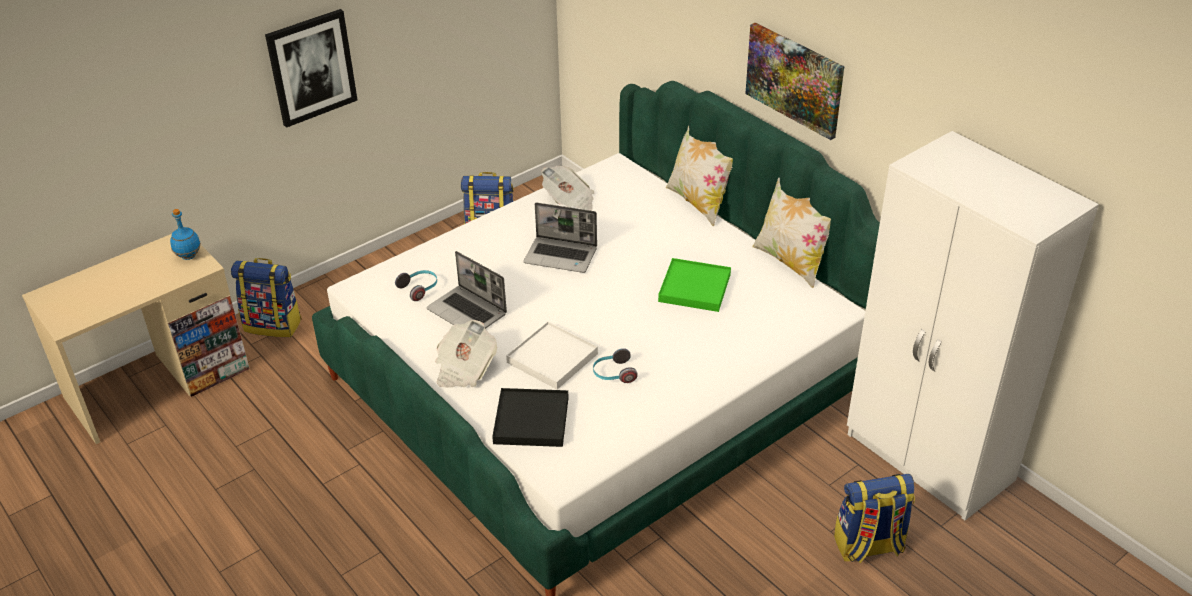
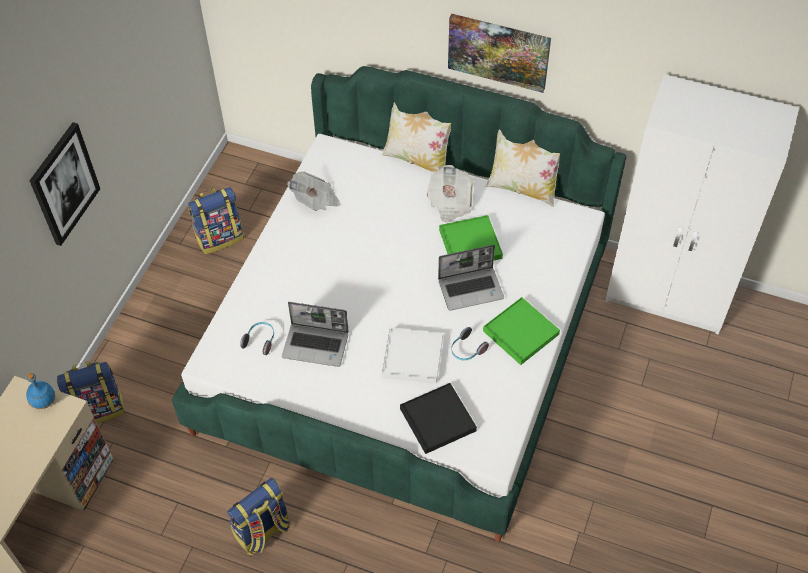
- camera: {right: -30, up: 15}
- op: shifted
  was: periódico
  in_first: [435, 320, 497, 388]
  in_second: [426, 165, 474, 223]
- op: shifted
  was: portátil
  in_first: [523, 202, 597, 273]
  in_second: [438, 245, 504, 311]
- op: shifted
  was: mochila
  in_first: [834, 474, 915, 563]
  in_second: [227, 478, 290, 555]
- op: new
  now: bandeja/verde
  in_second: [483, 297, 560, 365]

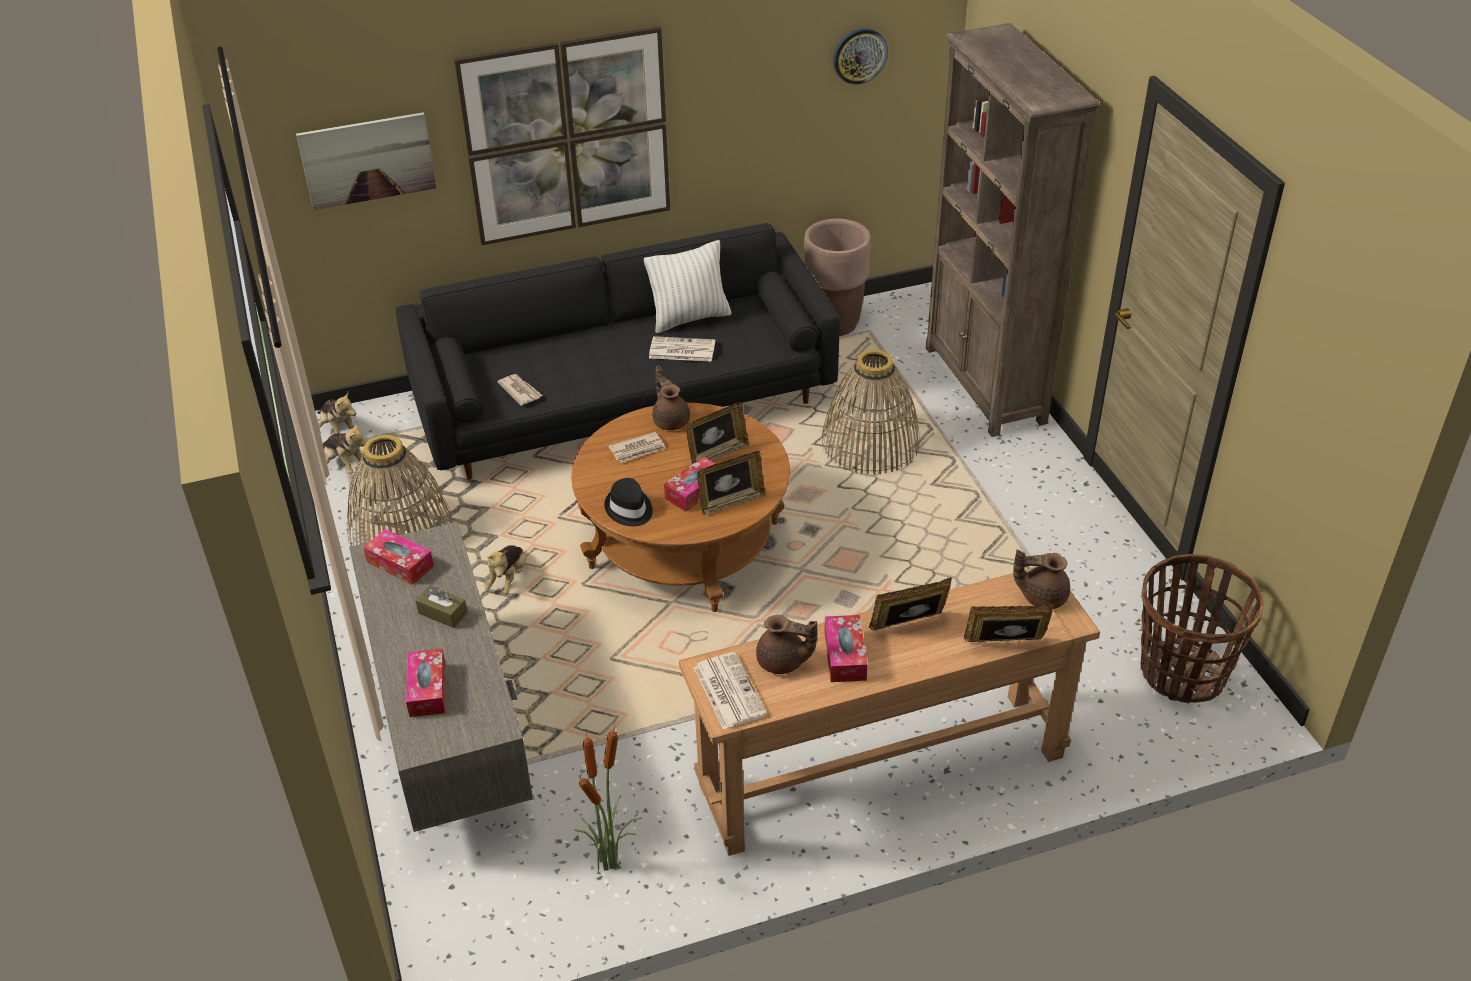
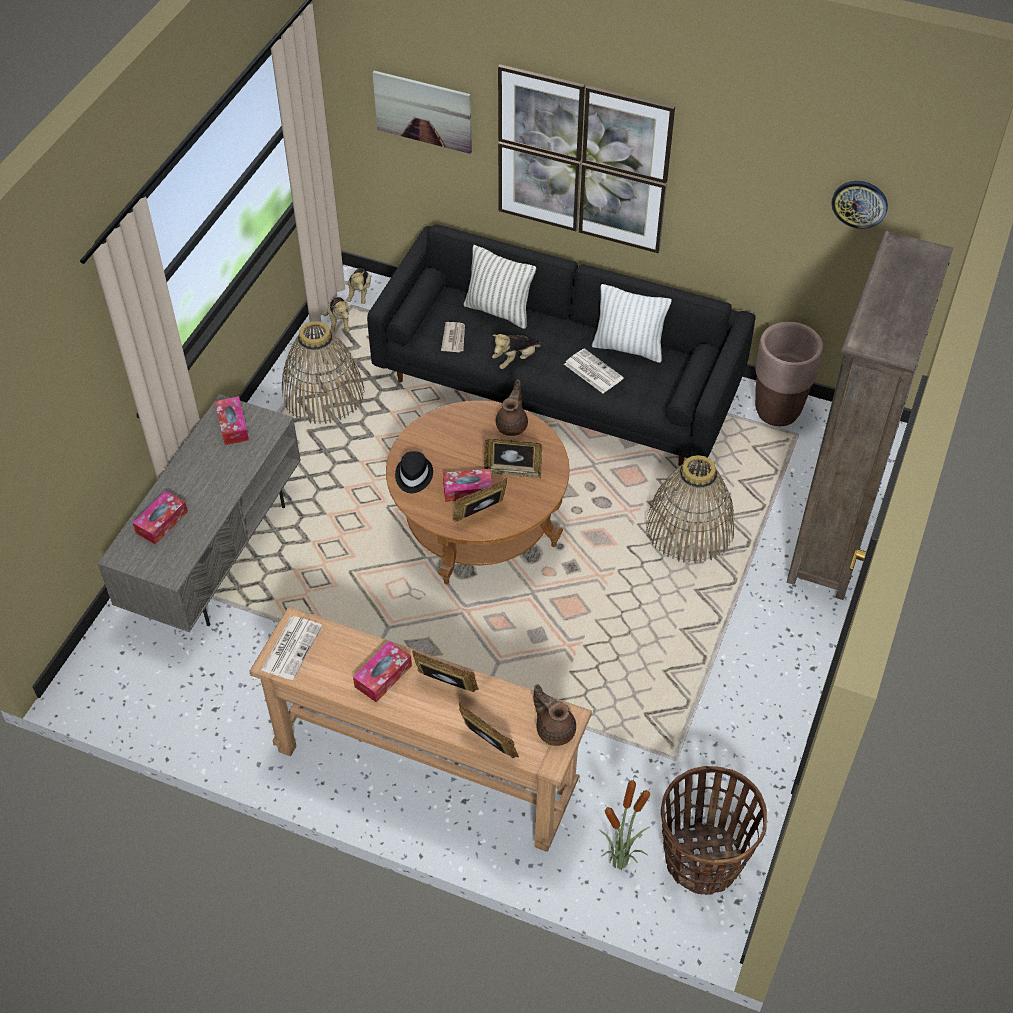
- camera: {right: 40, up: 10}
- op: gone
  was: caja de pañuelos/marrón
  in_first: [416, 586, 467, 628]
- op: shifted
  was: peluche
  in_first: [485, 545, 526, 595]
  in_second: [492, 334, 543, 369]
- op: shifted
  was: planta en maceta
  in_first: [574, 725, 642, 871]
  in_second: [599, 774, 650, 870]
- op: gone
  was: periódico
  in_first: [608, 432, 667, 463]
- op: rotated
  was: portarretratos
  in_first: [697, 451, 766, 516]
  in_second: [453, 478, 507, 522]
  clockwise: 135
- op: gone
  was: tetera/marrón
  in_first: [756, 615, 817, 674]
- op: new
  now: cojín
  in_second: [463, 245, 536, 329]

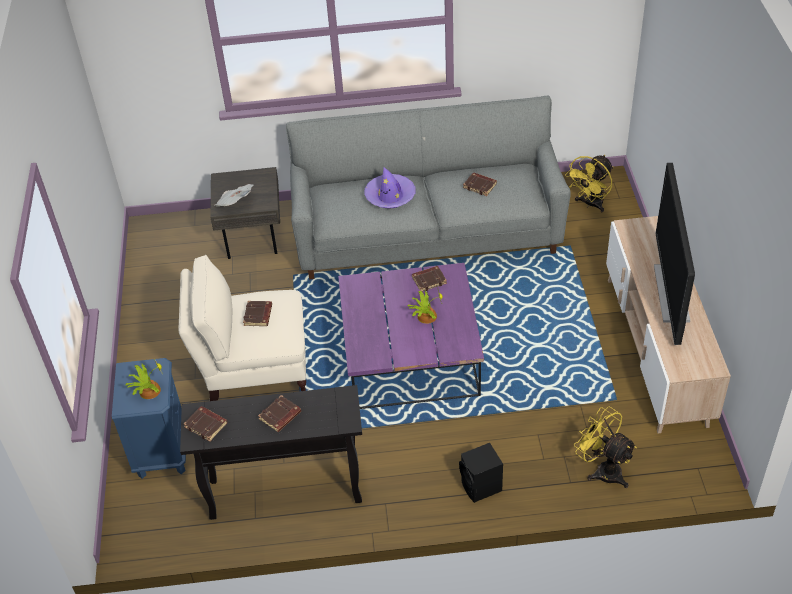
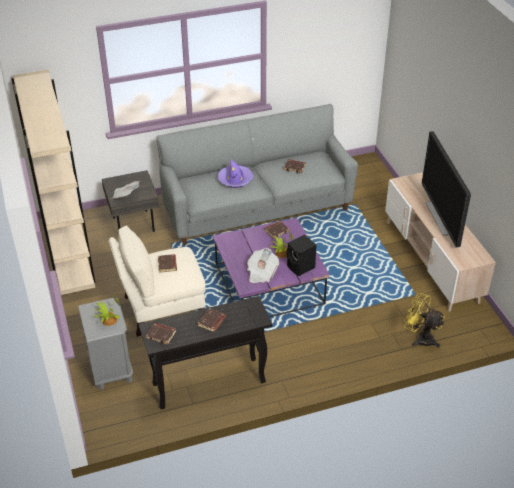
- camera: {right: -15, up: -5}
- op: repainted
  was: mesita de noche/azul
  now: mesita de noche/gris
  in_first: [112, 358, 186, 479]
  in_second: [78, 298, 133, 390]
- op: shifted
  was: altavoz/negro
  in_first: [459, 443, 503, 503]
  in_second: [286, 235, 316, 276]
- op: gone
  was: ventilador/amarillo
  in_first: [565, 155, 613, 212]
- op: new
  now: estantería/beis
  in_second: [11, 69, 95, 295]
- op: new
  now: periódico
  in_second: [247, 248, 279, 283]

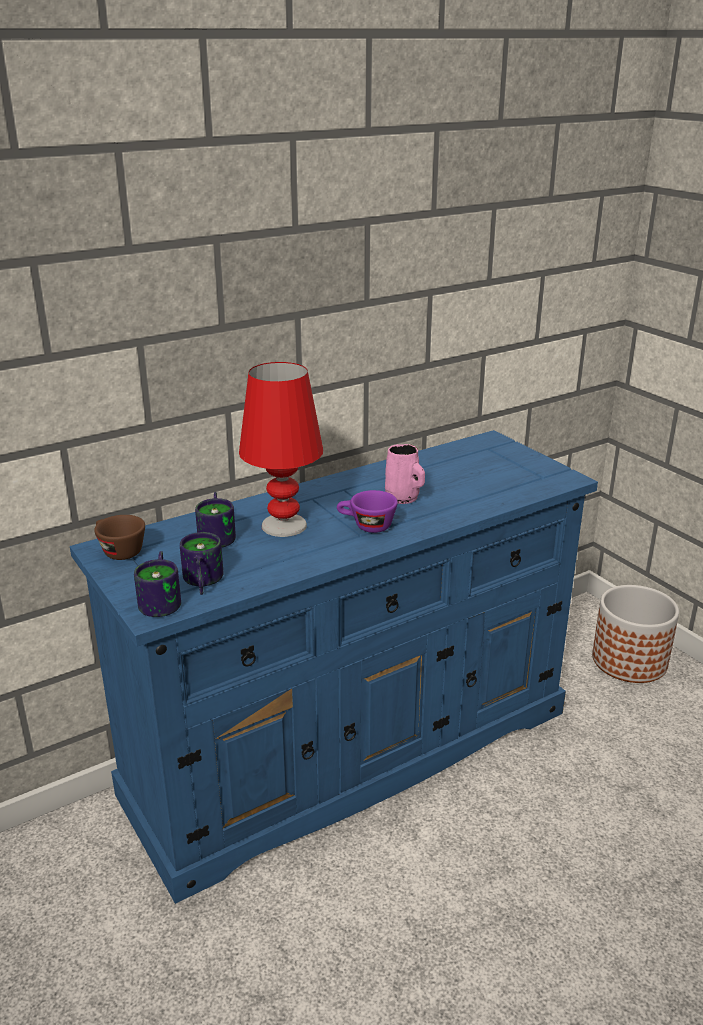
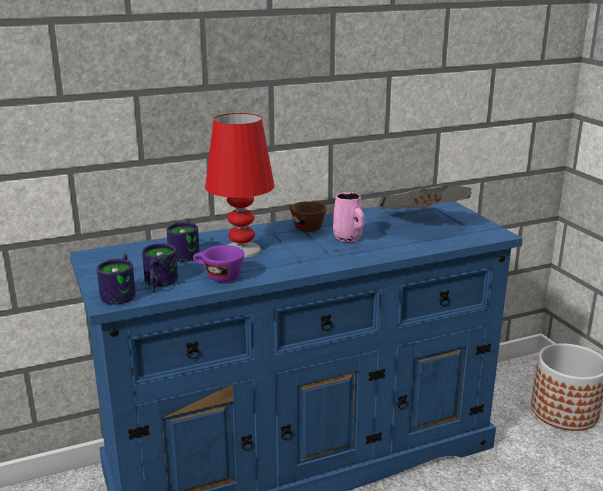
- camera: {right: 10, up: -5}
- op: shifted
  was: taza/marrón
  in_first: [94, 515, 145, 560]
  in_second: [289, 201, 326, 232]
- op: shifted
  was: taza/morado
  in_first: [337, 490, 398, 533]
  in_second: [193, 245, 244, 282]
- op: new
  now: periódico
  in_second: [378, 185, 472, 209]

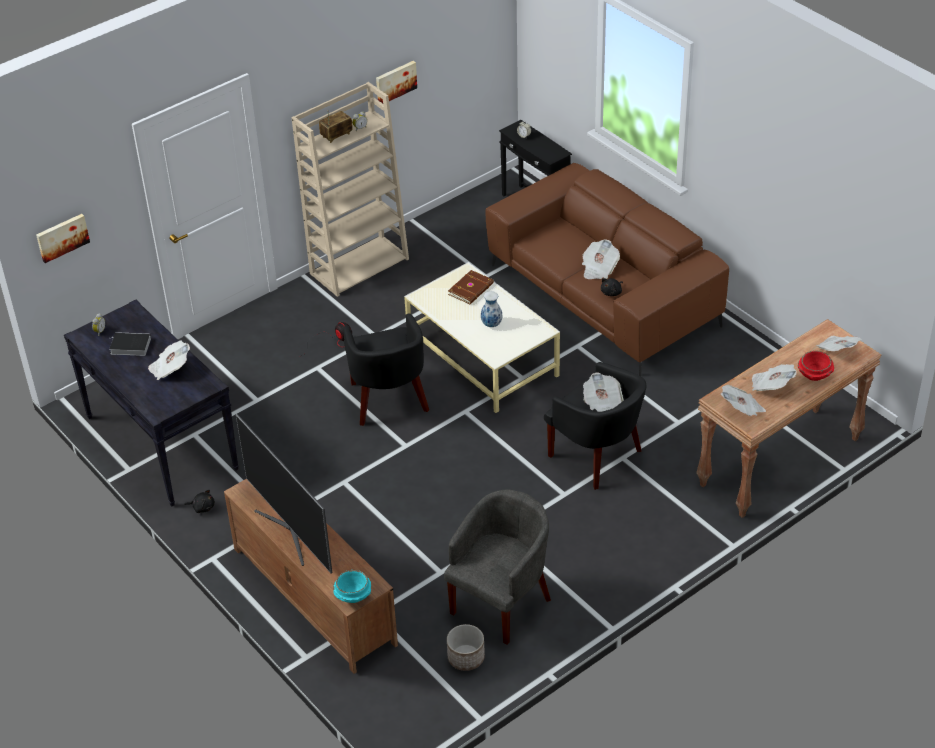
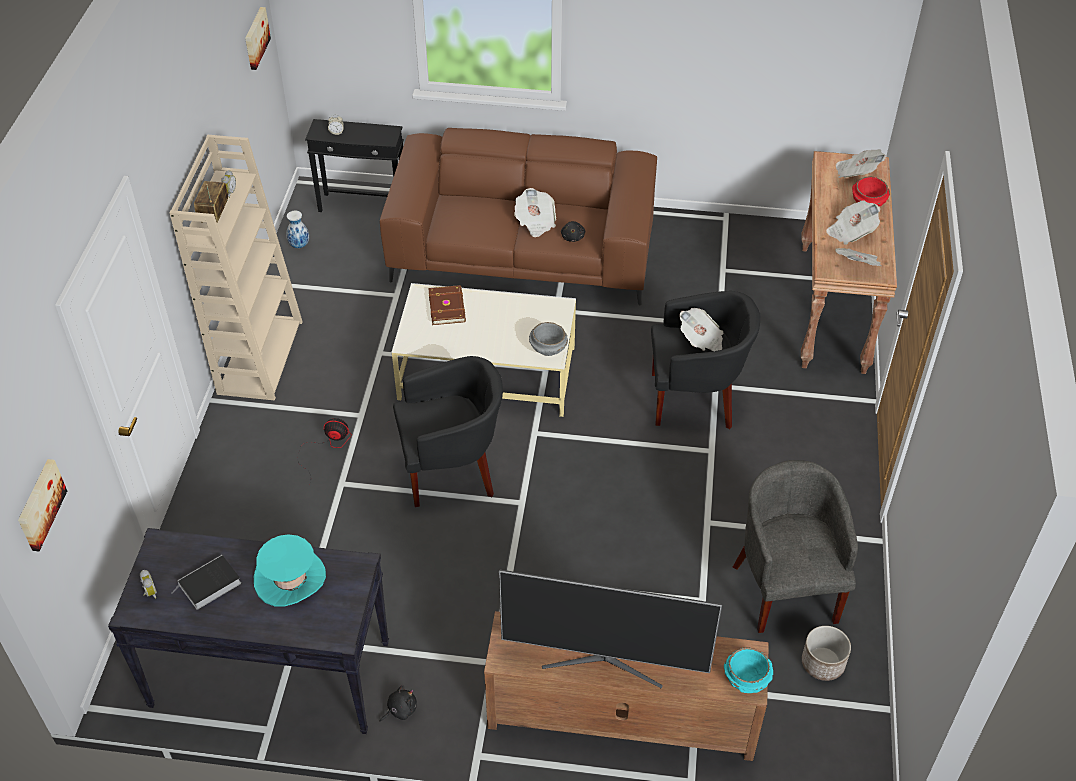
- camera: {right: -45, up: 5}
- op: swapped
  was: periódico
  now: sombrero/turquesa
  in_first: [148, 340, 190, 380]
  in_second: [254, 534, 326, 606]
- op: rotated
  was: sillón/negro
  in_first: [344, 313, 429, 426]
  in_second: [393, 356, 503, 507]
  clockwise: -45
- op: shifted
  was: cuadro
  in_first: [376, 61, 417, 103]
  in_second: [245, 7, 271, 70]
- op: shifted
  was: florero
  in_first: [481, 291, 502, 327]
  in_second: [286, 211, 309, 248]
- op: new
  now: cuenco/gris
  in_second: [529, 322, 568, 356]

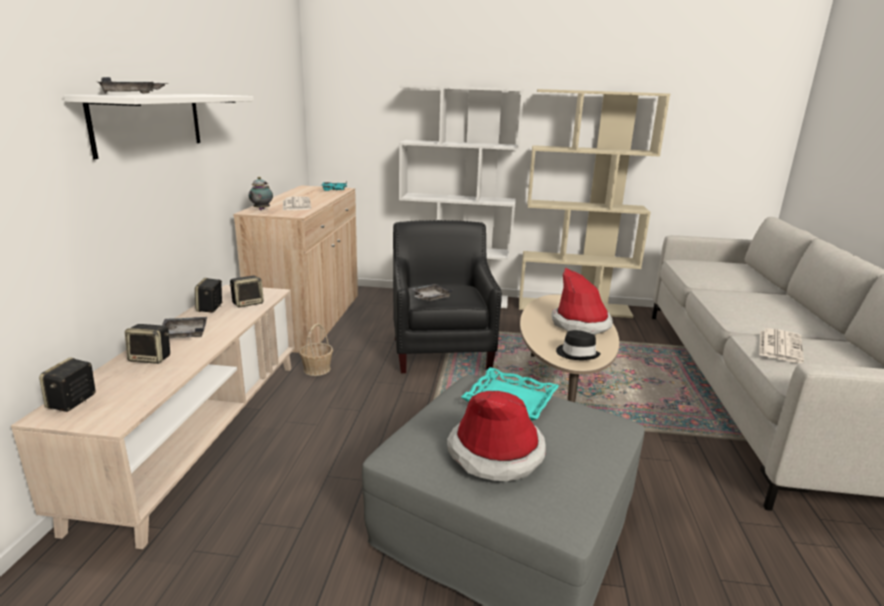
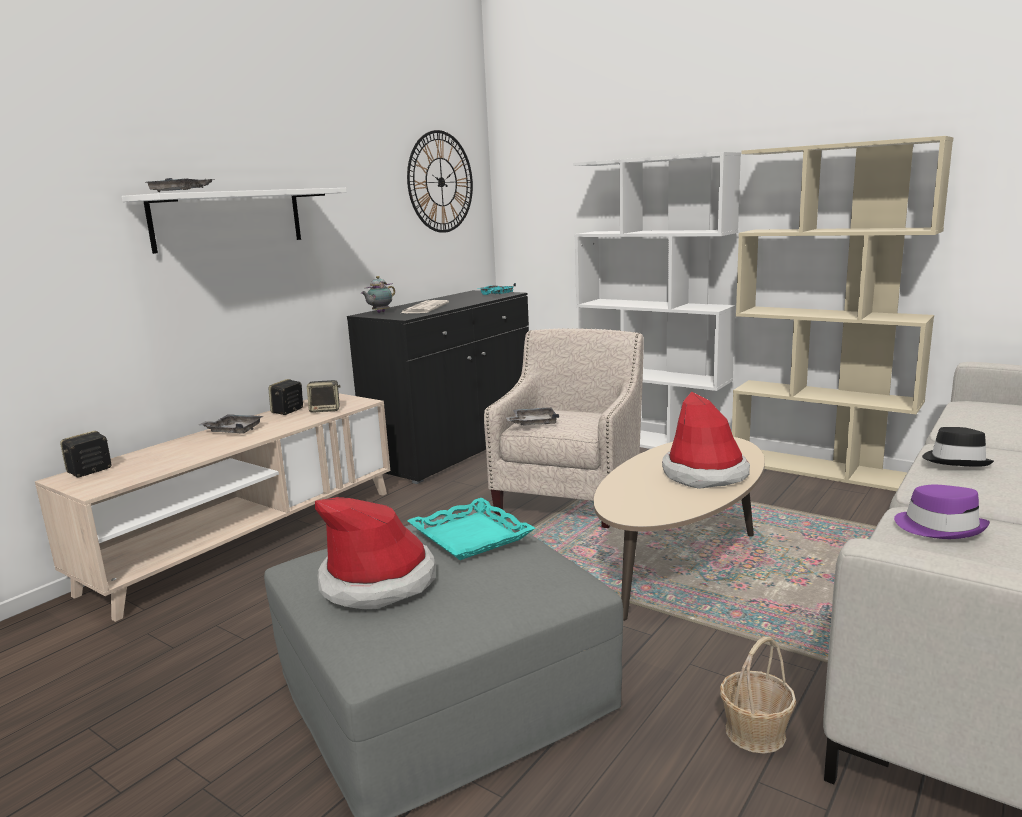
- camera: {right: 30, up: -5}
- op: gone
  was: altavoz
  in_first: [125, 324, 170, 364]
- op: repainted
  was: armario/beis
  now: armario/negro
  in_first: [233, 185, 358, 353]
  in_second: [347, 290, 529, 484]
- op: shifted
  was: cesta
  in_first: [299, 323, 333, 376]
  in_second: [720, 636, 796, 754]
- op: repainted
  was: sillón/negro
  now: sillón/beis
  in_first: [393, 220, 502, 373]
  in_second: [484, 328, 644, 528]
- op: shifted
  was: sombrero/negro
  in_first: [556, 330, 601, 360]
  in_second: [922, 427, 994, 467]
- op: swapped
  was: periódico
  now: sombrero/morado
  in_first: [759, 328, 804, 363]
  in_second: [894, 485, 990, 539]
- op: new
  now: reloj de pared
  in_second: [407, 130, 473, 233]

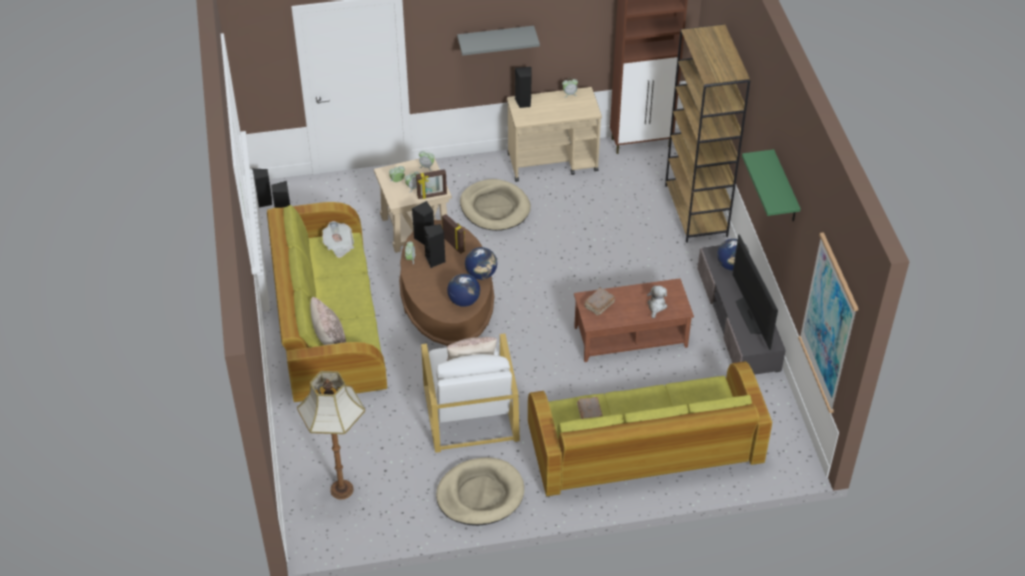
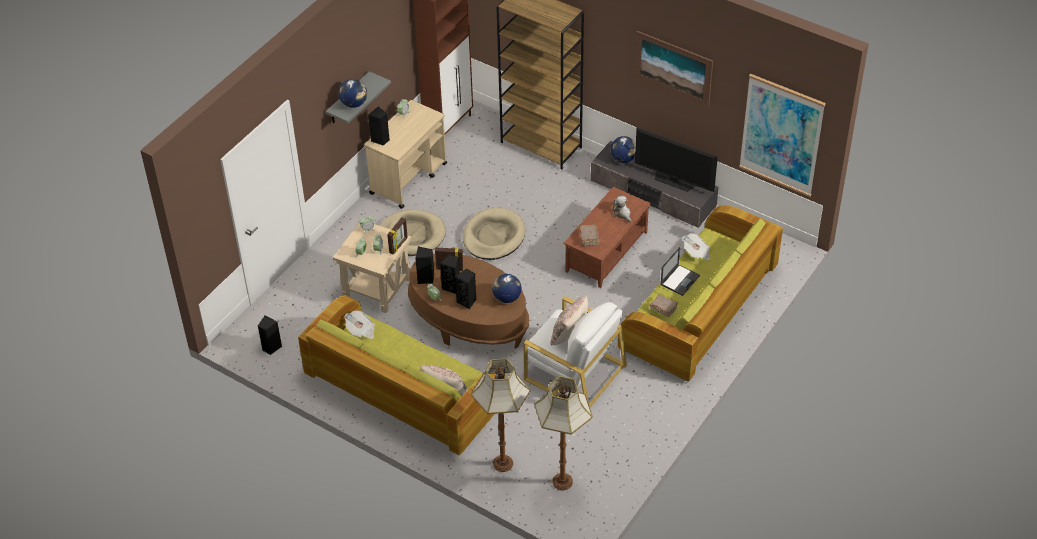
- camera: {right: -45, up: 0}
- op: shifted
  was: altavoz/negro
  in_first: [252, 168, 272, 208]
  in_second: [455, 269, 477, 309]
- op: shifted
  was: cama para perro/beis
  in_first: [436, 458, 524, 526]
  in_second: [463, 208, 525, 260]
- op: shifted
  was: globo terráqueo
  in_first: [465, 247, 497, 280]
  in_second: [338, 79, 367, 108]
- op: swapped
  was: estante/verde
  now: cuadro
  in_first: [742, 149, 801, 221]
  in_second: [634, 31, 713, 107]
- op: new
  now: lámpara de pie
  in_second: [471, 358, 530, 472]
- op: new
  now: portátil
  in_second: [660, 247, 700, 296]
- op: new
  now: periódico
  in_second: [683, 233, 710, 260]

